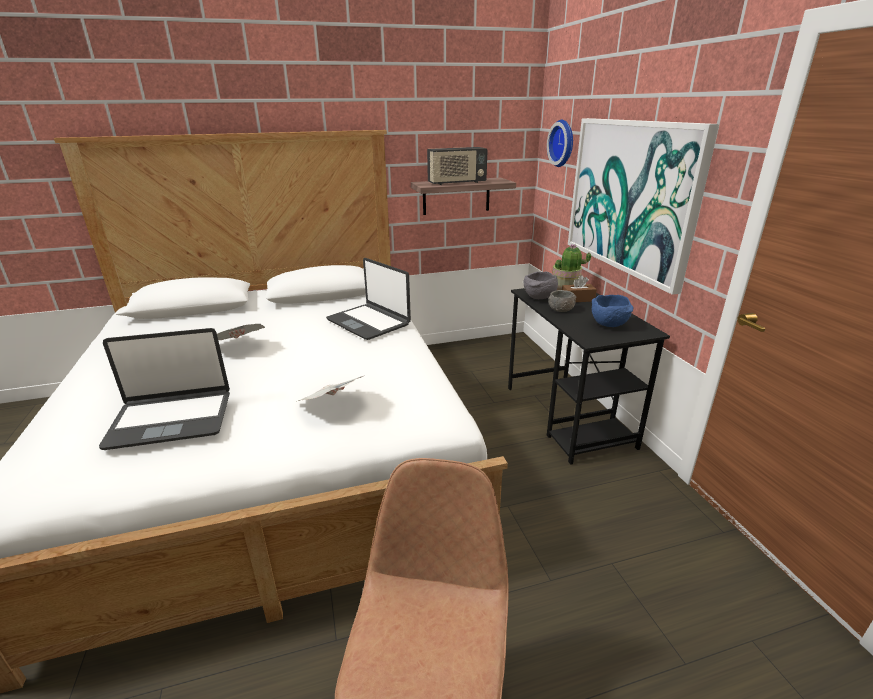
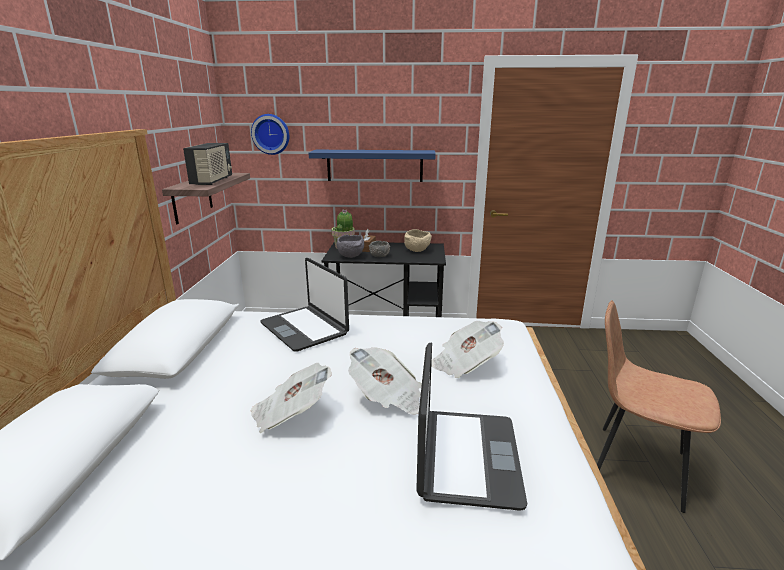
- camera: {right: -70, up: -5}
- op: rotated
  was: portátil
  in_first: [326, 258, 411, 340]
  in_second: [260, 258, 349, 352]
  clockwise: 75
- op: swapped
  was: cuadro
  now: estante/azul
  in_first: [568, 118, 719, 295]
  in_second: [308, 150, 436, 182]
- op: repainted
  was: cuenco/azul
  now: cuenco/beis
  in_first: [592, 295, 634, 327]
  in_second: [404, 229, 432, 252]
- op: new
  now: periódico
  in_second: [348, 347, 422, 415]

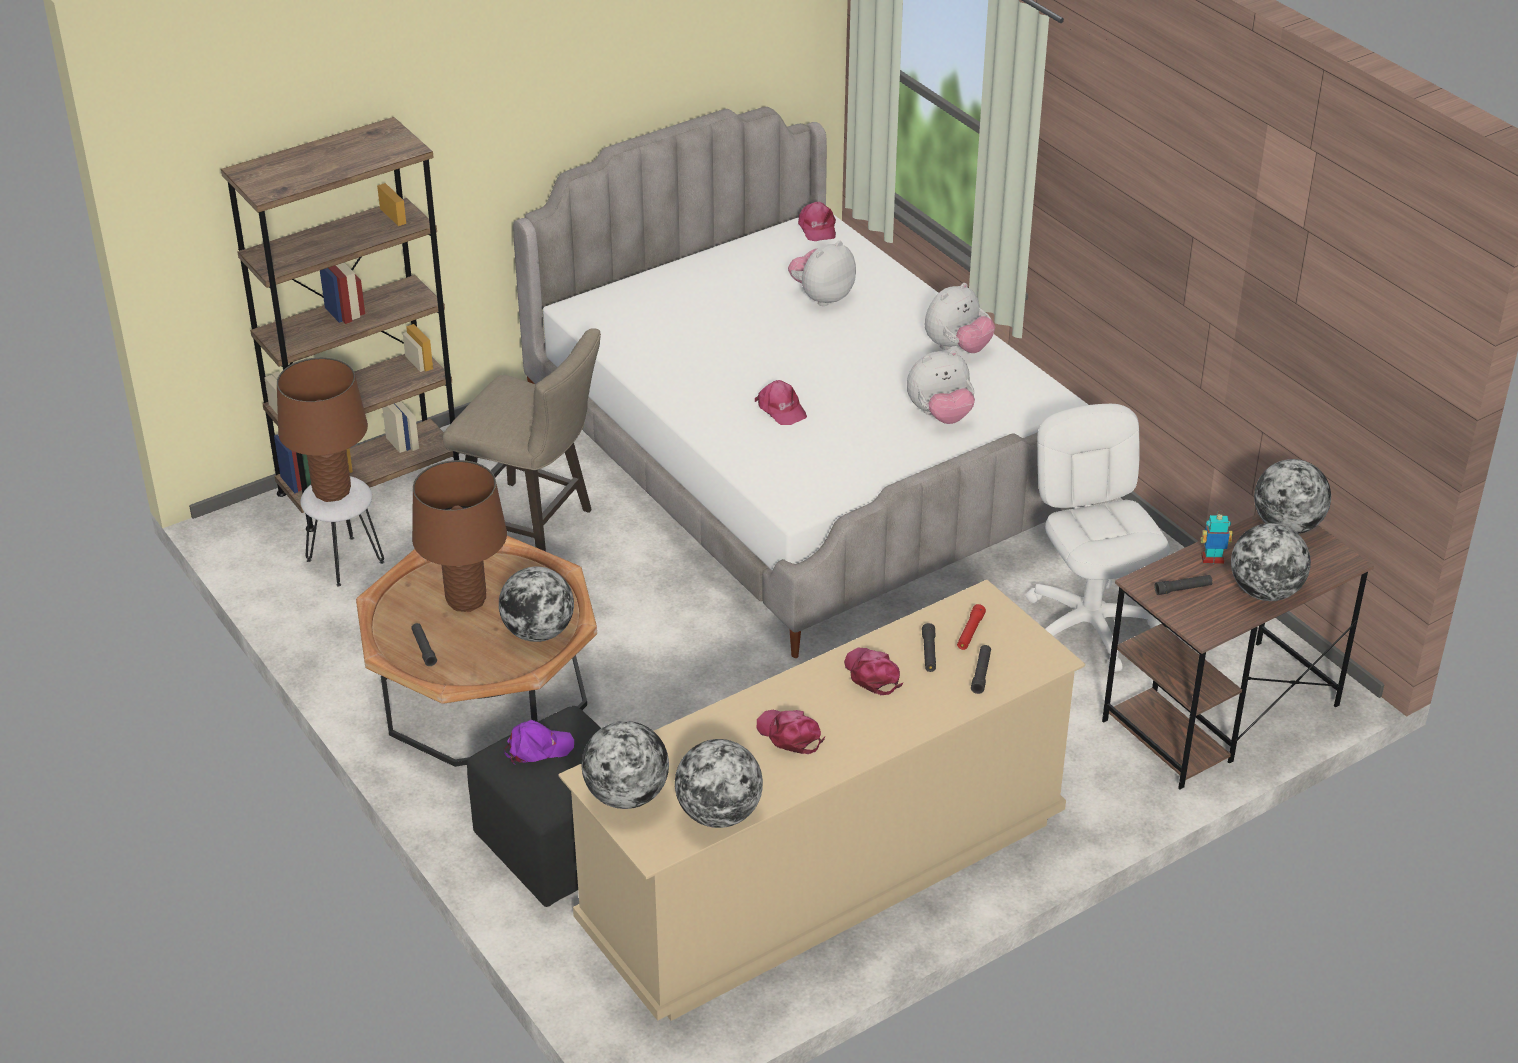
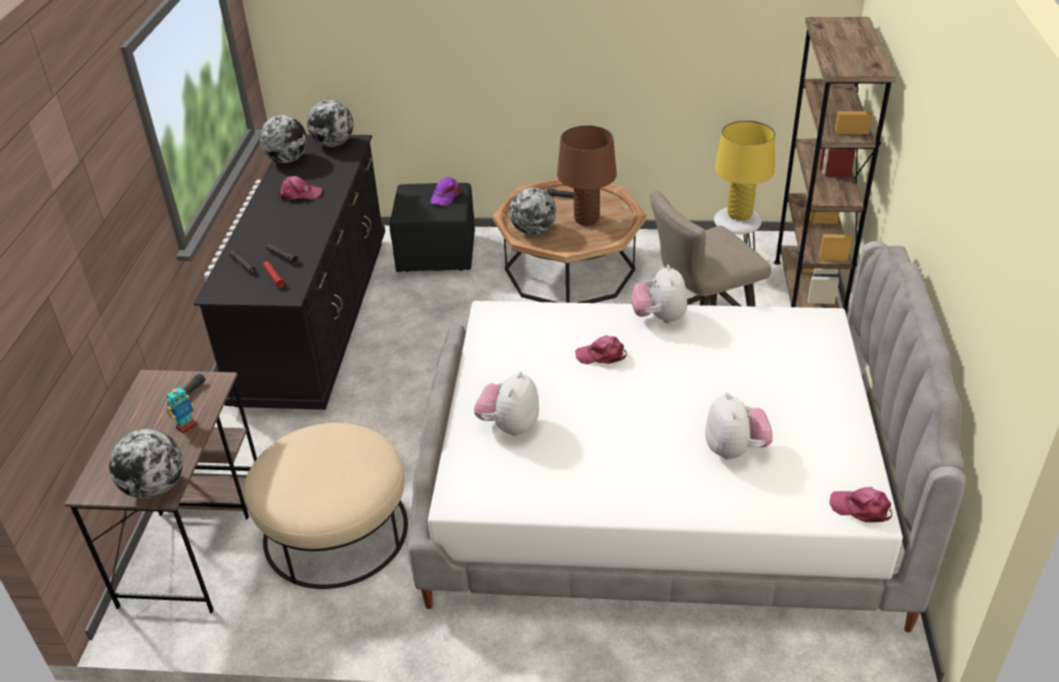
- camera: {right: 130, up: 0}
- op: repainted
  was: lámpara de mesa/marrón
  now: lámpara de mesa/amarillo
  in_first: [277, 357, 368, 502]
  in_second: [715, 121, 775, 221]
- op: repainted
  was: cómoda/beis
  now: cómoda/negro
  in_first: [558, 580, 1085, 1021]
  in_second: [194, 134, 385, 410]
- op: gone
  was: gorra/rosa
  in_first: [844, 648, 903, 695]
- op: shifted
  was: peluche
  in_first: [925, 283, 995, 353]
  in_second: [631, 265, 687, 324]
- op: swapped
  was: silla de oficina/blanco
  now: puf/beis
  in_first: [1026, 404, 1170, 672]
  in_second: [244, 423, 408, 589]
- op: gone
  was: globo terráqueo
  in_first: [1231, 523, 1311, 601]

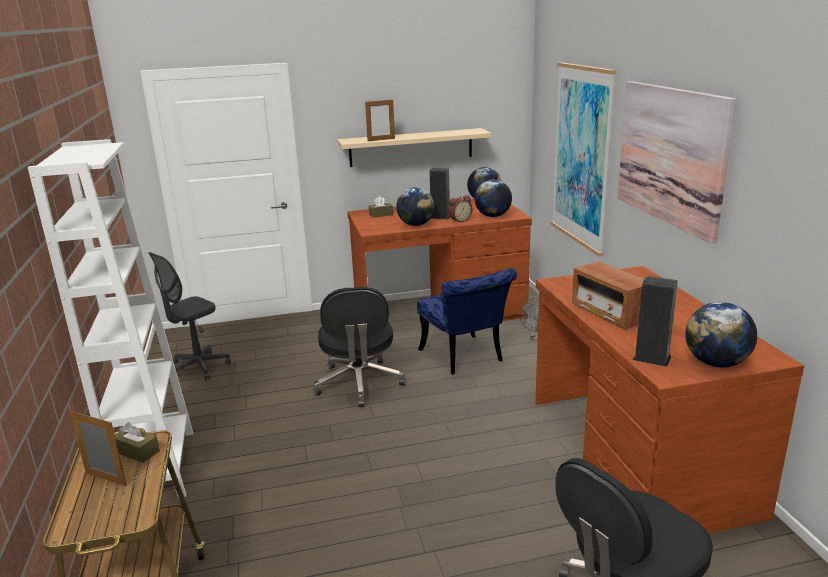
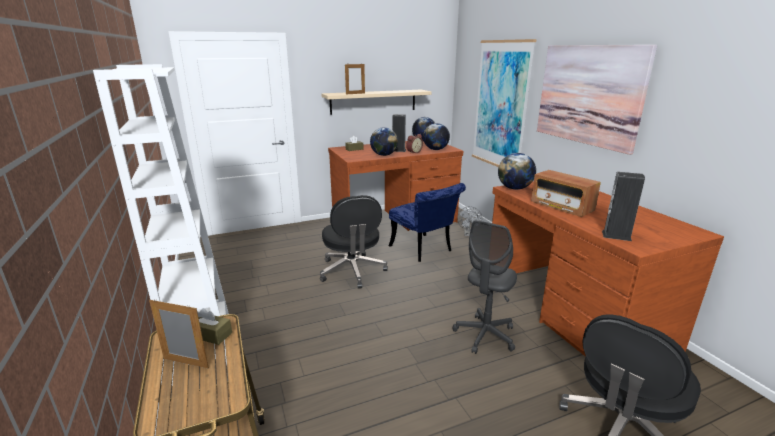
- camera: {right: -10, up: 0}
- op: shifted
  was: silla de oficina/gris
  in_first: [148, 252, 231, 381]
  in_second: [453, 220, 517, 354]
- op: shifted
  was: globo terráqueo
  in_first: [685, 302, 757, 368]
  in_second: [498, 153, 536, 190]

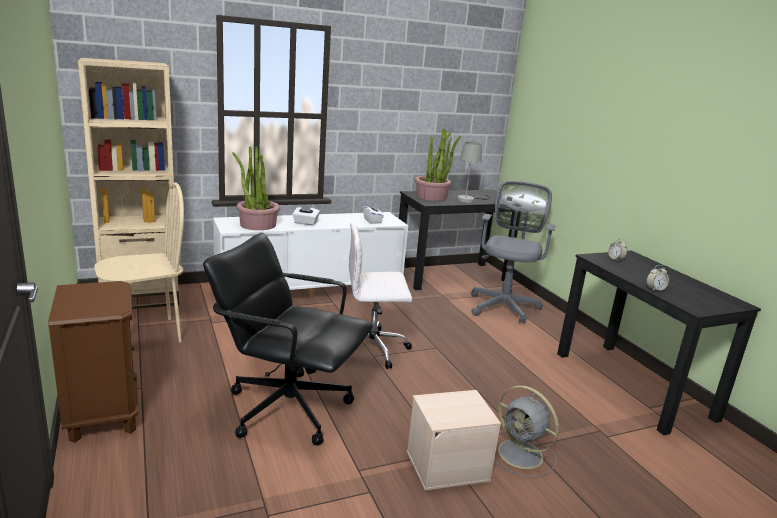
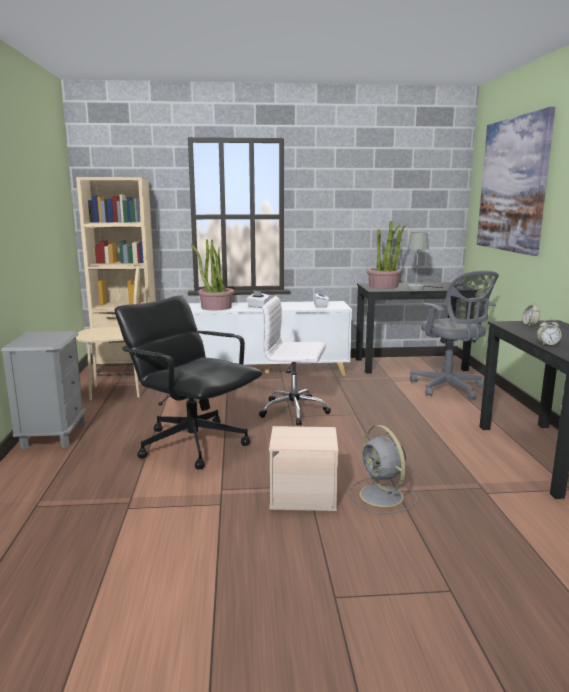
- camera: {right: 20, up: -5}
- op: repainted
  was: mesita de noche/marrón
  now: mesita de noche/gris
  in_first: [48, 281, 139, 443]
  in_second: [1, 331, 86, 450]
- op: rotated
  was: silla de oficina/gris
  in_first: [471, 181, 556, 323]
  in_second: [410, 271, 499, 400]
  clockwise: 120
- op: new
  now: cuadro
  in_second: [477, 107, 555, 256]

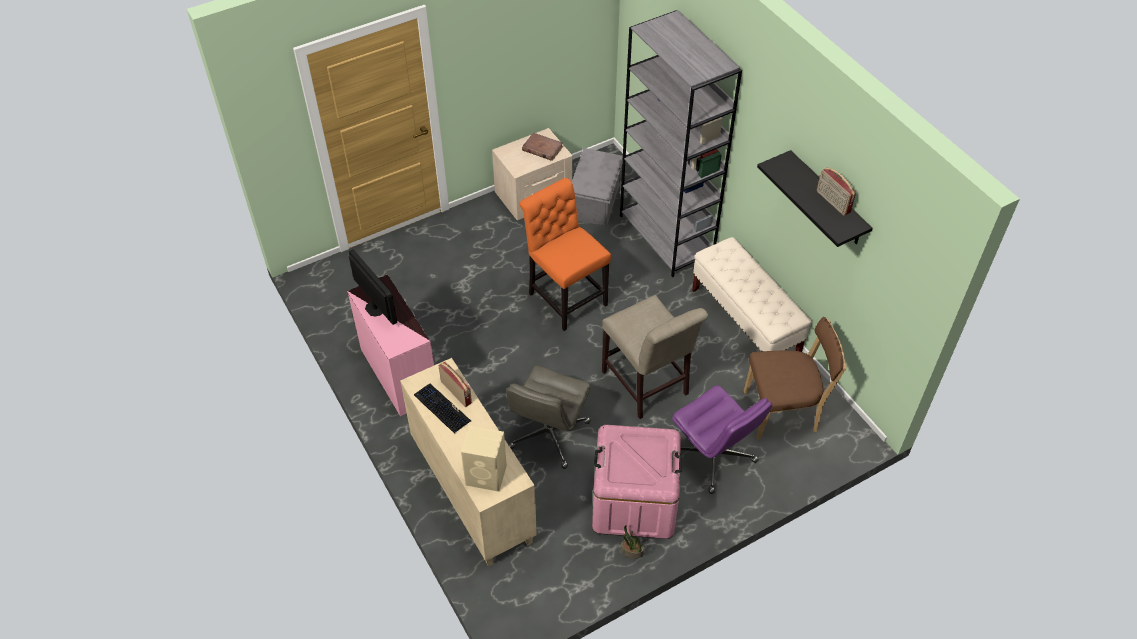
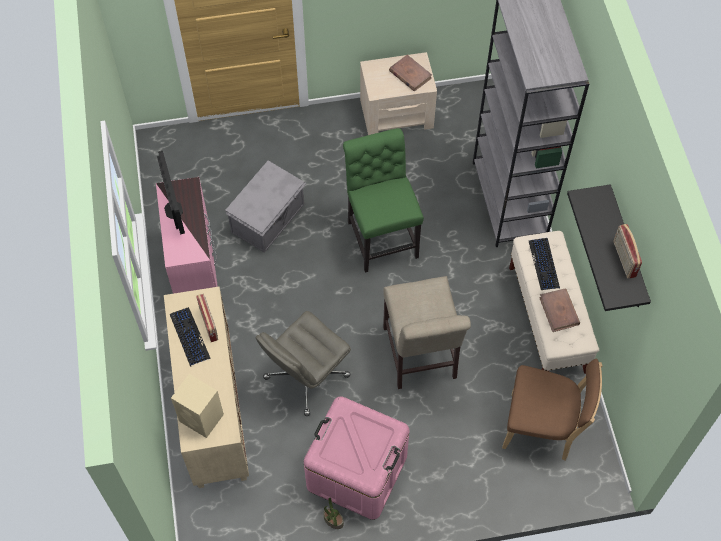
- camera: {right: 20, up: 10}
- op: repainted
  was: silla/naranja
  now: silla/verde
  in_first: [519, 178, 611, 331]
  in_second: [343, 128, 424, 273]
- op: shifted
  was: caja de almacenaje/gris
  in_first: [572, 148, 623, 226]
  in_second: [225, 160, 307, 253]
- op: gone
  was: silla de oficina/morado
  in_first: [672, 385, 773, 494]
- op: new
  now: teclado
  in_second: [529, 238, 560, 290]
- op: new
  now: libro/marrón
  in_second: [539, 288, 580, 332]

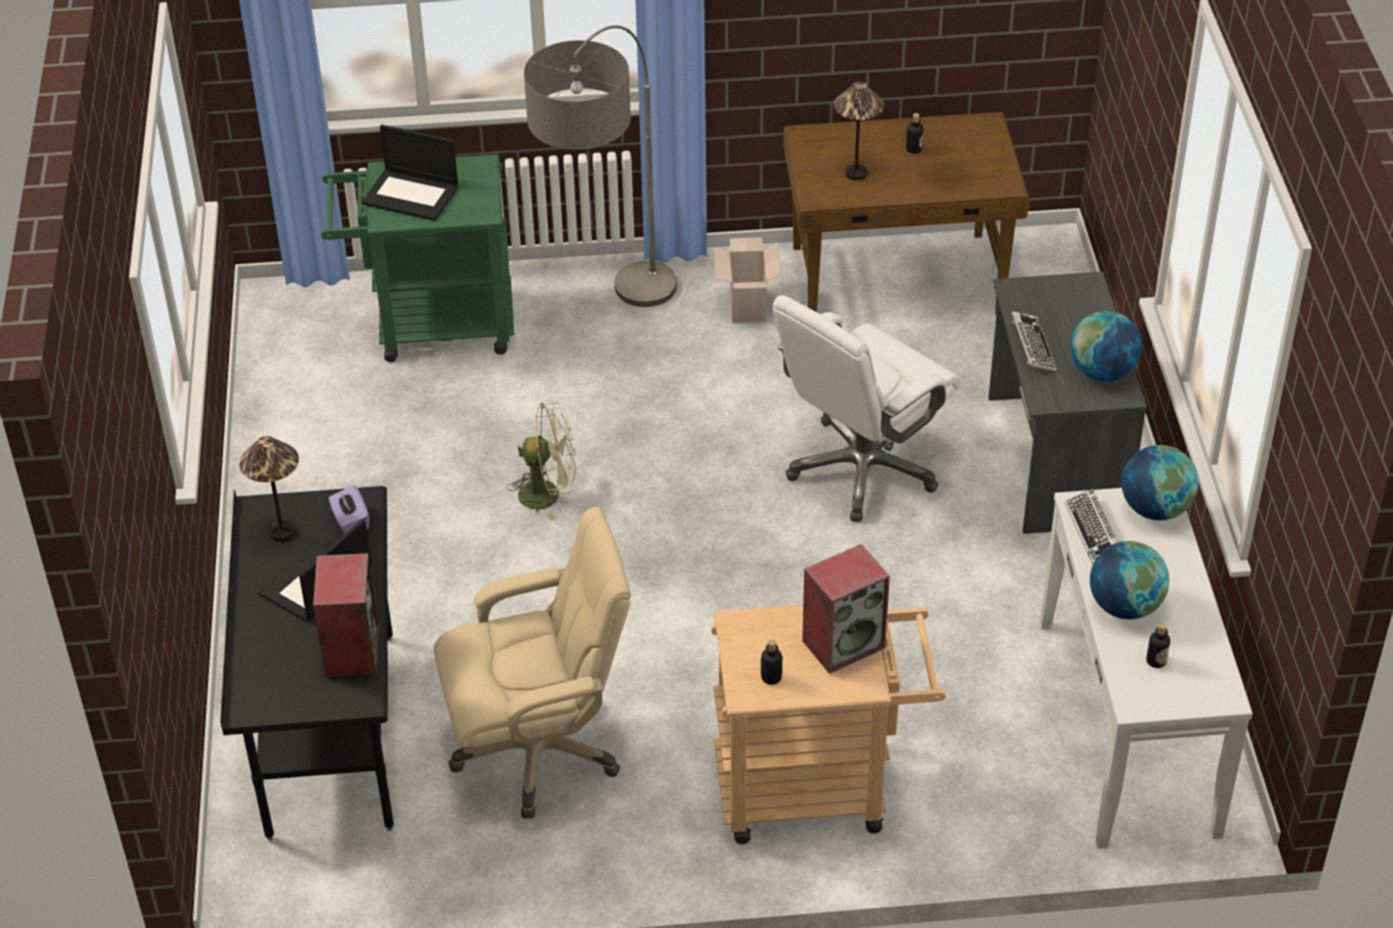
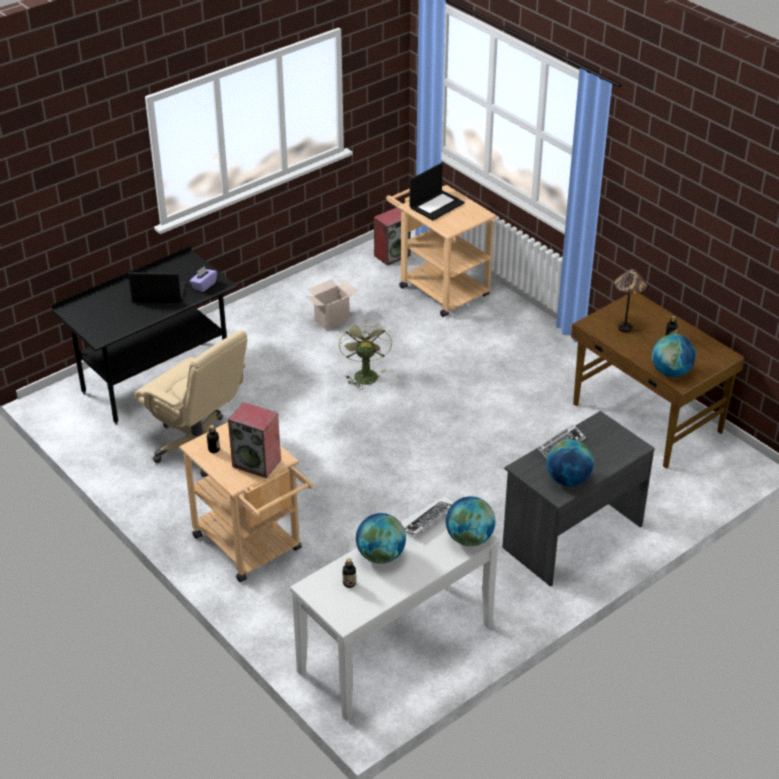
- camera: {right: 55, up: -5}
- op: gone
  was: lámpara de mesa
  in_first: [239, 436, 299, 541]
- op: shifted
  was: altavoz
  in_first: [313, 553, 379, 677]
  in_second: [374, 208, 411, 266]
- op: repainted
  was: carrito/verde
  now: carrito/beis
  in_first: [321, 154, 514, 362]
  in_second: [386, 185, 497, 317]
- op: rotated
  was: portátil
  in_first: [362, 125, 458, 221]
  in_second: [409, 163, 465, 220]
  clockwise: -120
- op: rotated
  was: ventilador/verde
  in_first: [507, 402, 576, 521]
  in_second: [339, 319, 392, 390]
  clockwise: -150
- op: gone
  was: lámpara de pie
  in_first: [524, 25, 677, 307]
- op: shifted
  was: caja de cartón
  in_first: [714, 237, 781, 323]
  in_second: [306, 279, 358, 331]
- op: gone
  was: silla de oficina/blanco
  in_first: [773, 295, 961, 522]
- op: new
  now: globo terráqueo
  in_second: [652, 334, 696, 377]

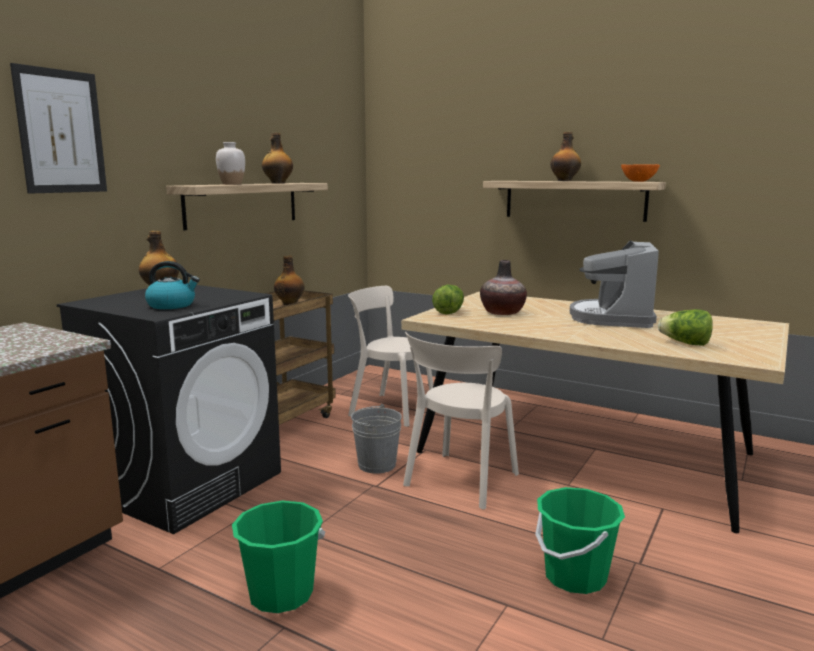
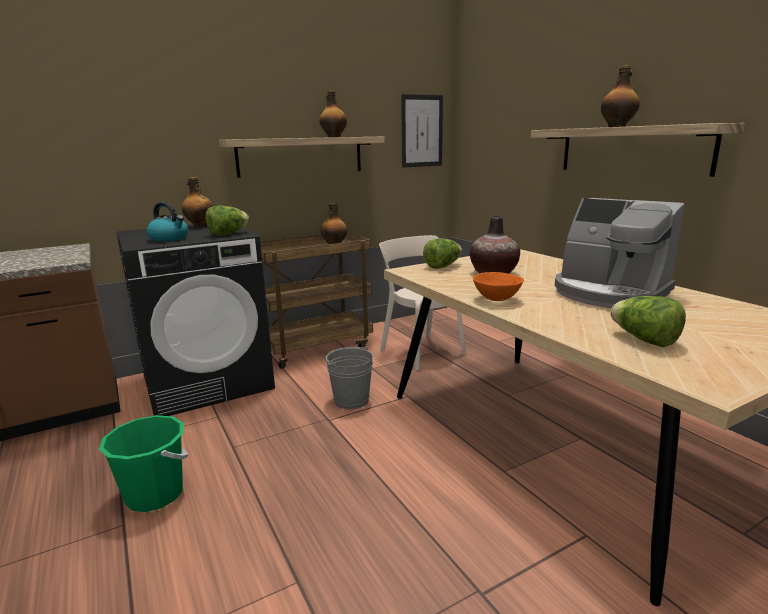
- camera: {right: 30, up: 5}
- op: shifted
  was: cuadro
  in_first: [10, 63, 107, 194]
  in_second: [401, 94, 443, 168]
- op: gone
  was: florero/blanco
  in_first: [216, 142, 245, 185]
- op: gone
  was: silla/beis
  in_first: [403, 332, 519, 510]
- op: gone
  was: cubo/verde
  in_first: [535, 487, 625, 594]
- op: rotated
  was: cafetera
  in_first: [570, 241, 659, 328]
  in_second: [555, 198, 685, 308]
  clockwise: -90
- op: shifted
  was: cuenco/naranja
  in_first: [621, 164, 660, 182]
  in_second: [473, 272, 524, 301]
- op: new
  now: lechuga
  in_second: [205, 206, 249, 236]

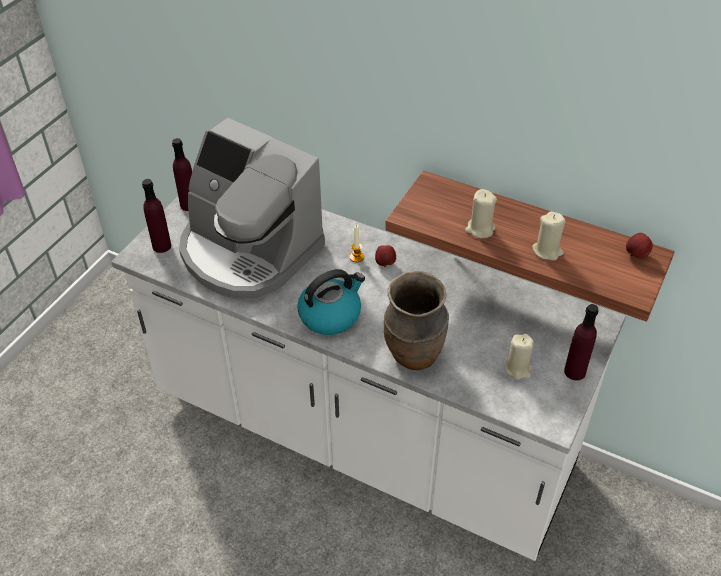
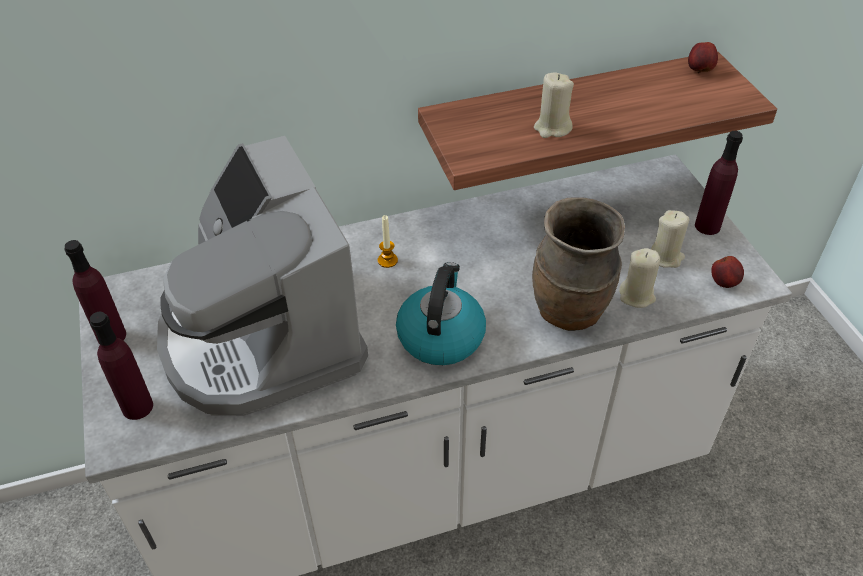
- camera: {right: -45, up: 0}
- op: rotated
  was: cafetera
  in_first: [179, 118, 325, 300]
  in_second: [157, 136, 368, 416]
  clockwise: 75
- op: shifted
  was: manzana
  in_first: [375, 245, 396, 267]
  in_second: [711, 256, 744, 288]
- op: shifted
  was: vela/beis
  in_first: [532, 212, 566, 261]
  in_second: [619, 248, 660, 308]

